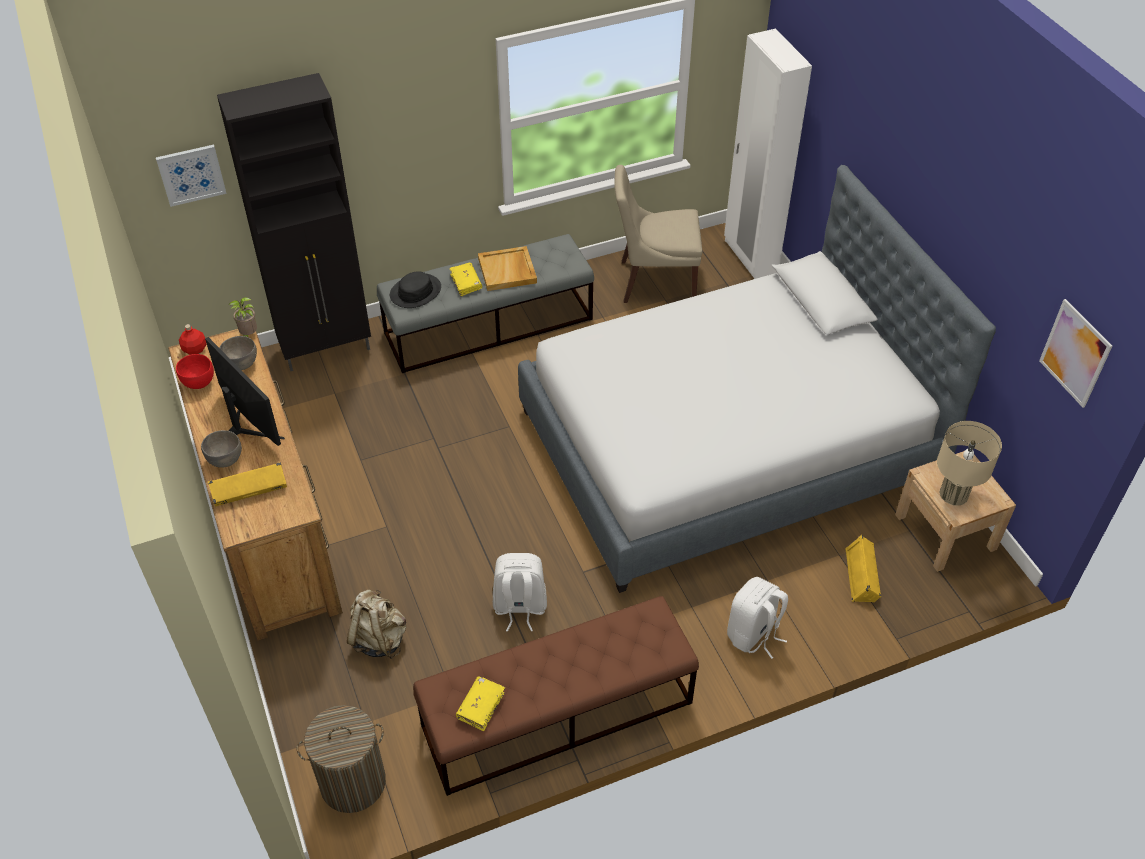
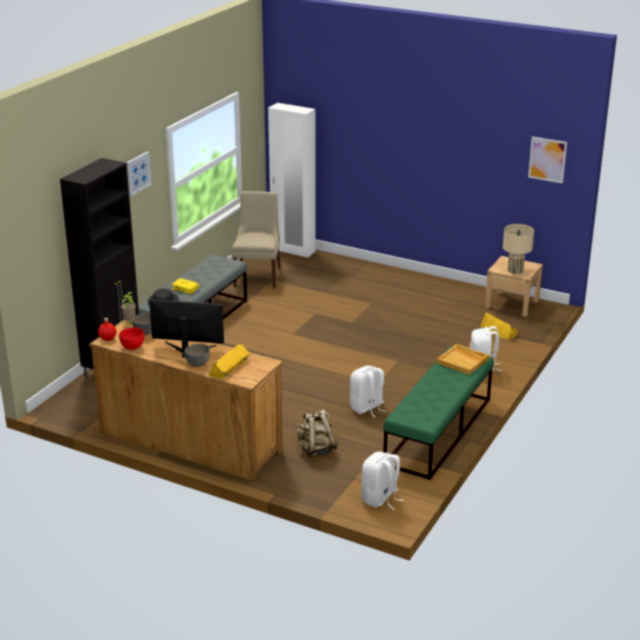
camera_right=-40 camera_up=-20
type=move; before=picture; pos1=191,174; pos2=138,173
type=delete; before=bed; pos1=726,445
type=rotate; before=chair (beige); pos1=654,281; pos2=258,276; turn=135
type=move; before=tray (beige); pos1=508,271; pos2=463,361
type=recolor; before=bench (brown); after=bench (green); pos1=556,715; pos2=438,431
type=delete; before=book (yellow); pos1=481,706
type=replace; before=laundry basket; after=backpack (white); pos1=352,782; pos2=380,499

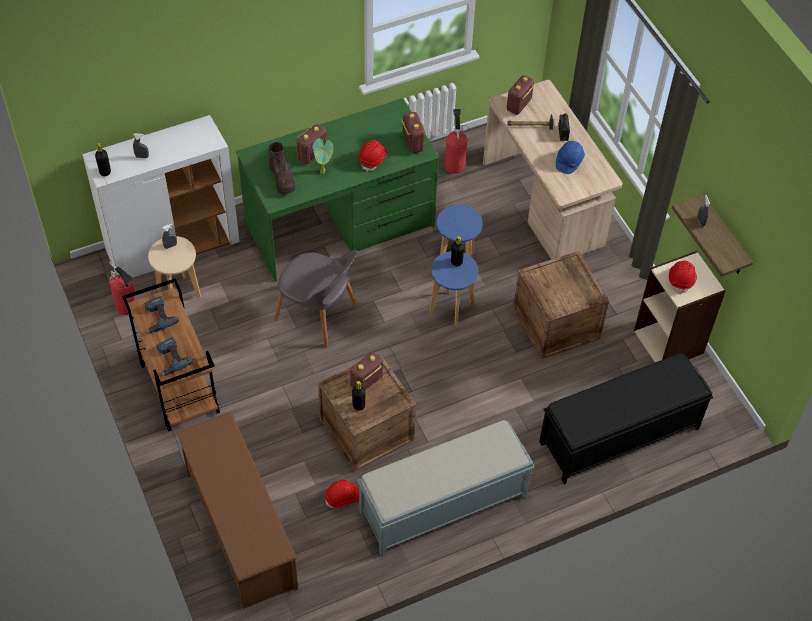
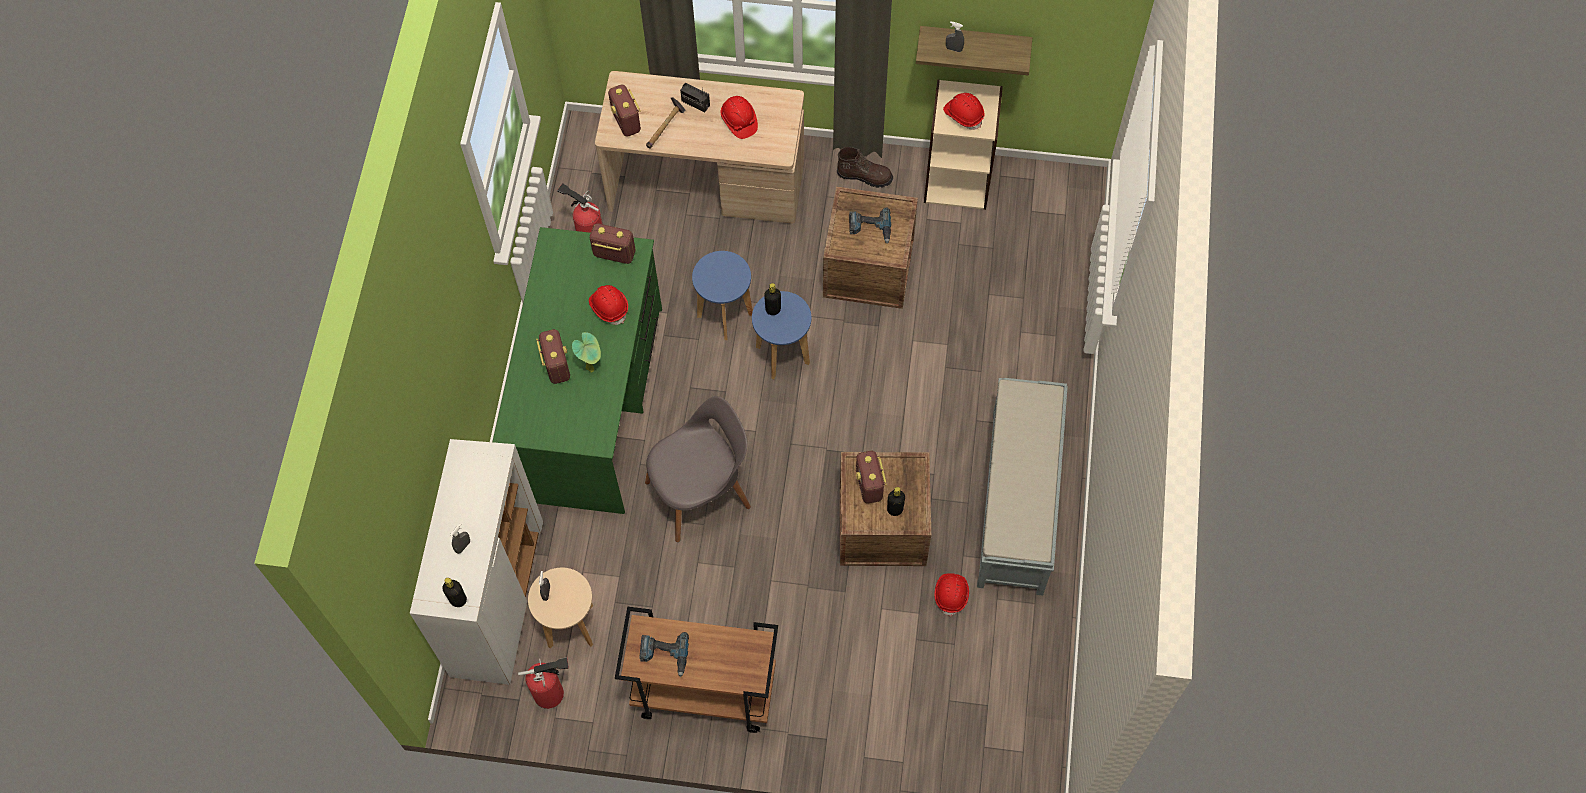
camera_right=-55 camera_up=10
type=recolor; before=hard hat (blue); after=hard hat (red); pos1=569,161; pos2=739,121
type=move; before=boot (brown); pos1=282,179; pos2=864,176
type=move; before=power drill; pos1=170,359; pos2=870,228
type=delete; before=bench (black); pos1=618,436
type=delete; before=shoe rack (brown); pos1=240,529

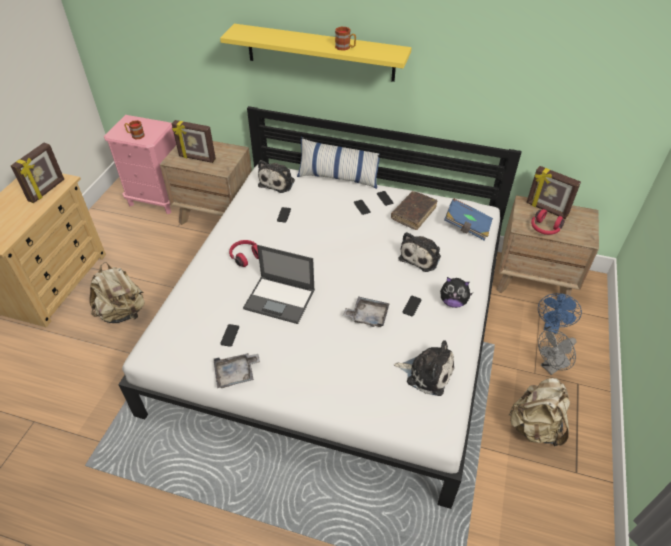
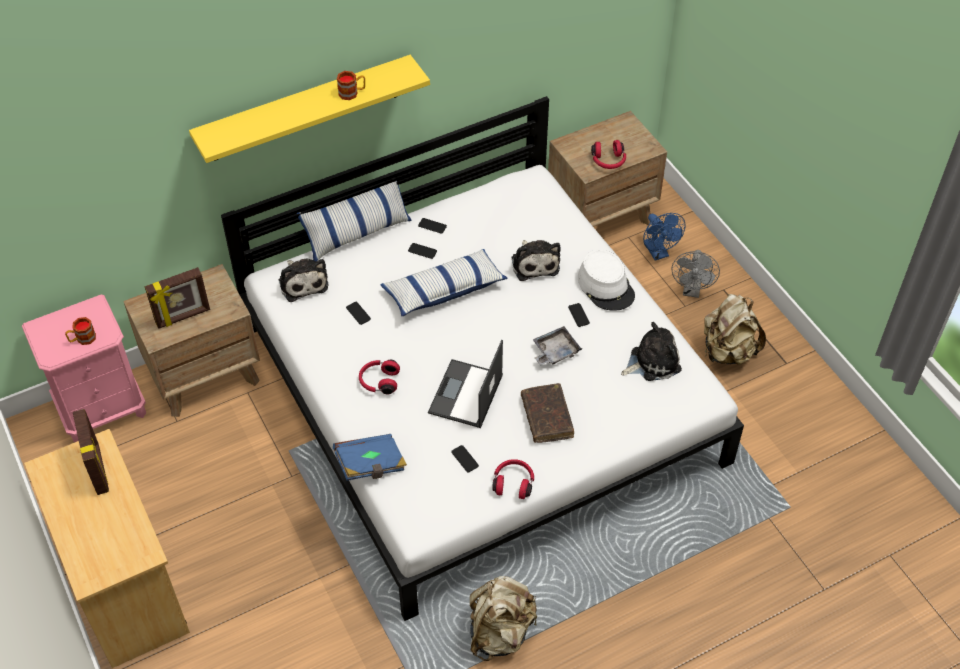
camera_right=-45 camera_up=5
type=delete; before=picture frame; pos1=546,209
type=move; before=book (brown); pos1=413,214; pos2=547,417
type=move; before=book (blue); pos1=467,227; pos2=371,465
type=rotate; before=laptop; pos1=280,299; pos2=465,395; turn=135
type=move; before=backpack (beige); pos1=123,313; pos2=500,632
type=replace; before=plush toy; after=hat (white); pos1=453,302; pos2=606,286
type=replace; before=tray (grey); after=headphones (red); pos1=236,374; pos2=513,483
type=insert; after=pillow; pos2=444,290

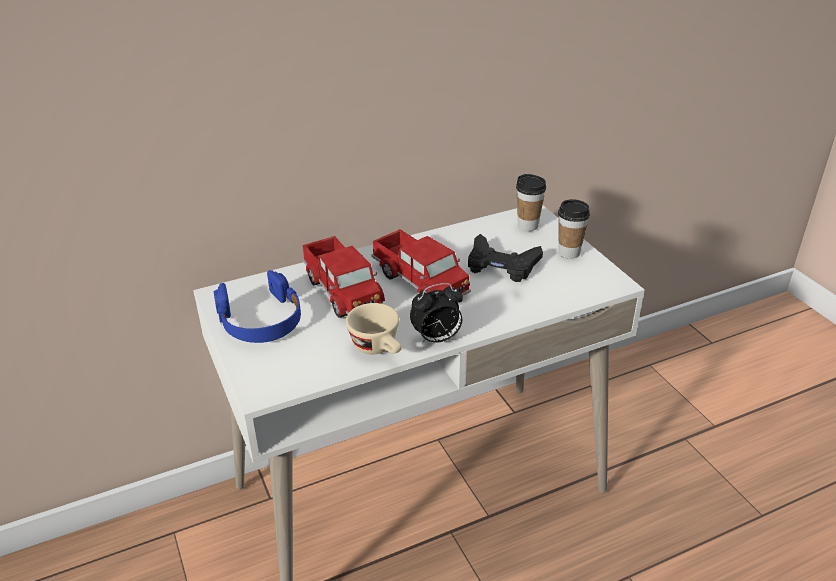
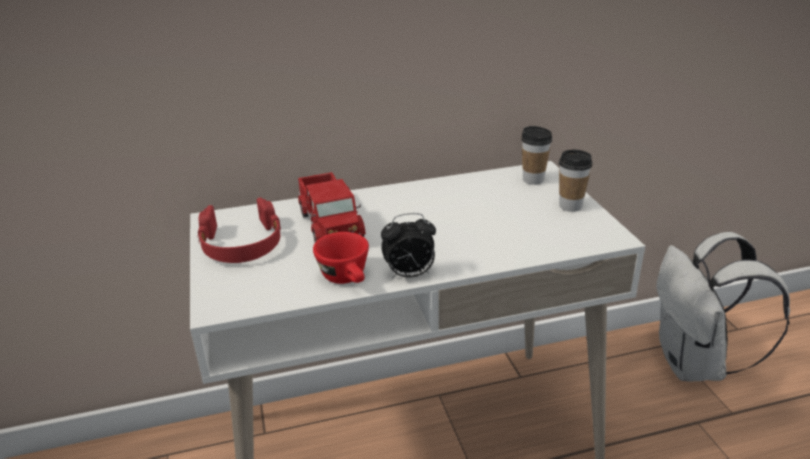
camera_right=10 camera_up=-5
type=delete; before=toy truck; pos1=420,281
type=delete; before=game controller (black); pos1=501,264
type=recolor; before=headphones (blue); after=headphones (red); pos1=261,320; pos2=241,243
type=recolor; before=cup (beige); after=cup (red); pos1=379,348; pos2=347,279
type=insert; after=backpack (white); pos2=694,365

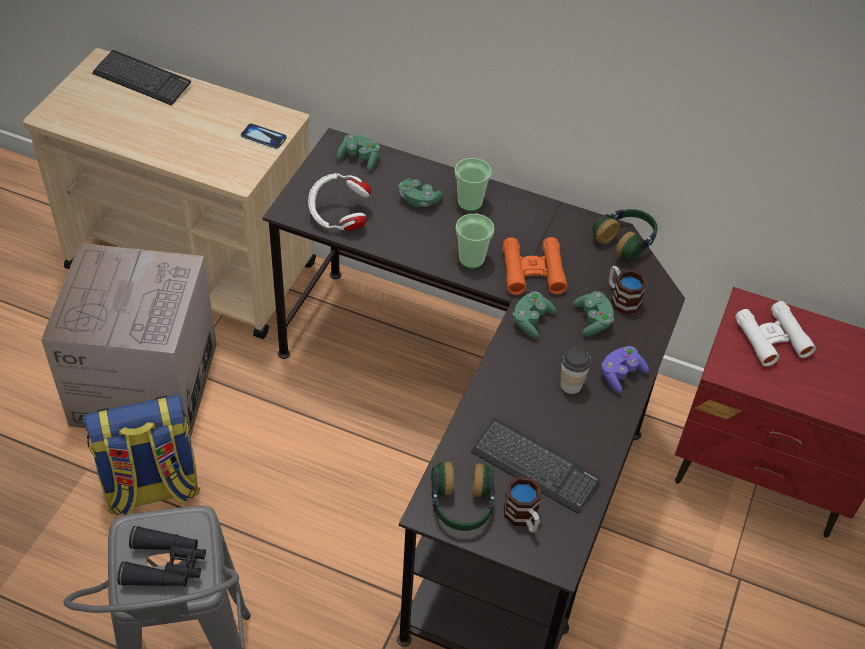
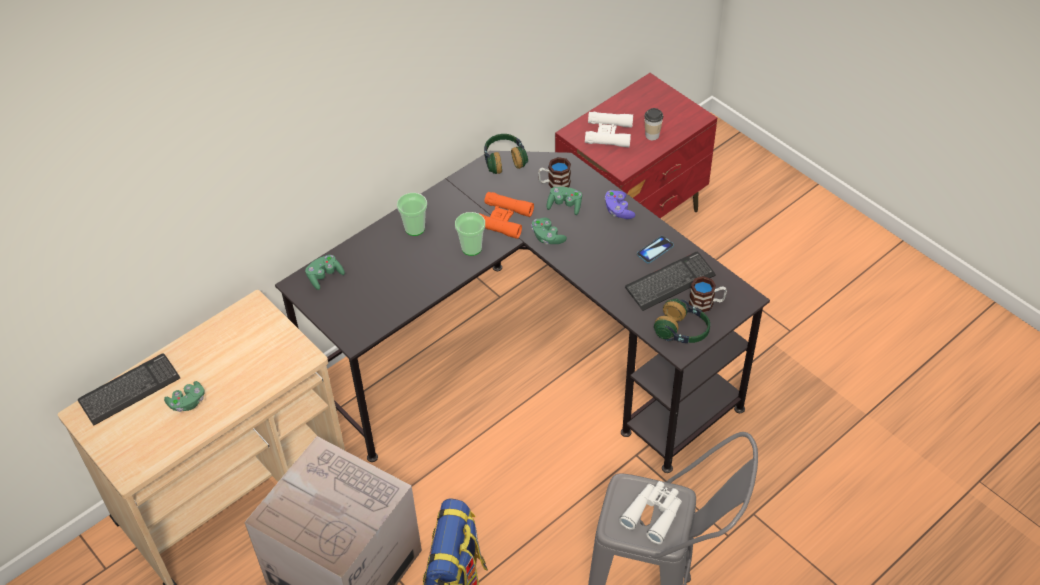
camera_right=-60 camera_up=0
type=move; before=phone; pos1=263,137; pos2=655,250
type=delete; before=headphones (white); pos1=339,217
type=move; before=game controller (green); pos1=418,200; pos2=187,402
type=move; before=cup; pos1=571,385; pos2=652,135
type=recolor; before=binoculars (black); after=binoculars (white); pos1=166,565; pos2=653,513

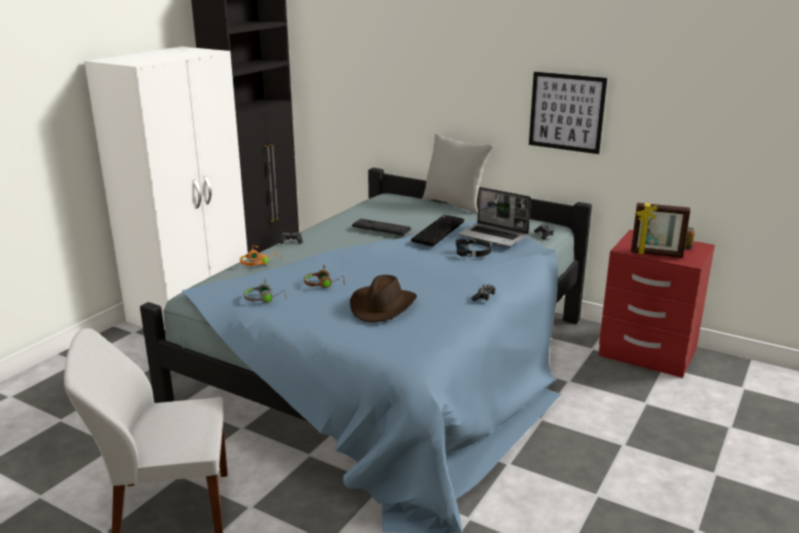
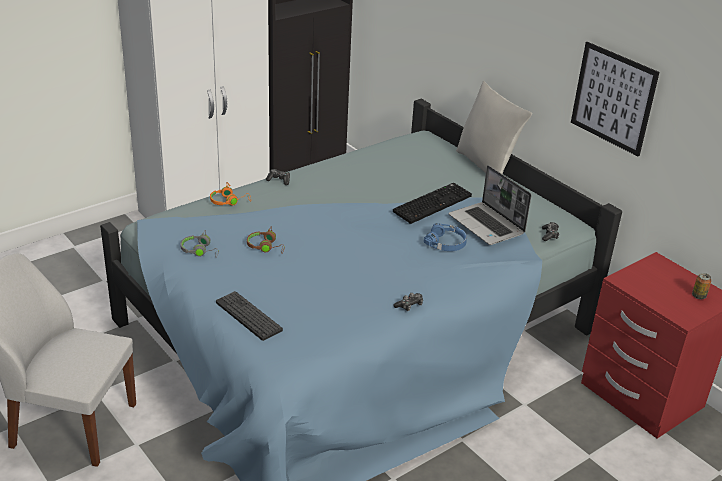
camera_right=20 camera_up=10
type=delete; before=picture frame; pos1=656,254
type=move; before=keyboard; pos1=381,228; pos2=248,316
type=recolor; before=headphones (black); after=headphones (blue); pos1=473,253; pos2=446,243
type=delete; before=hat (brown); pos1=383,306

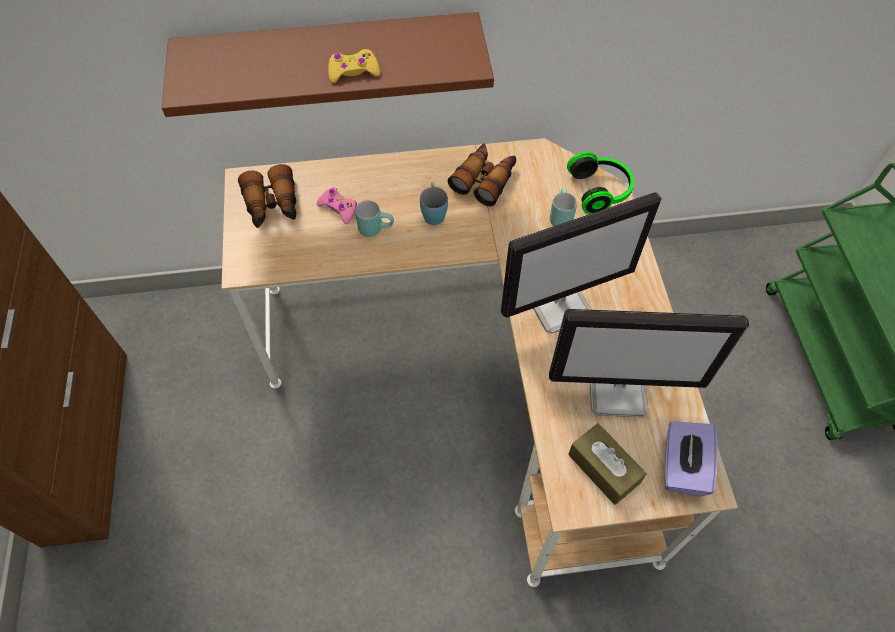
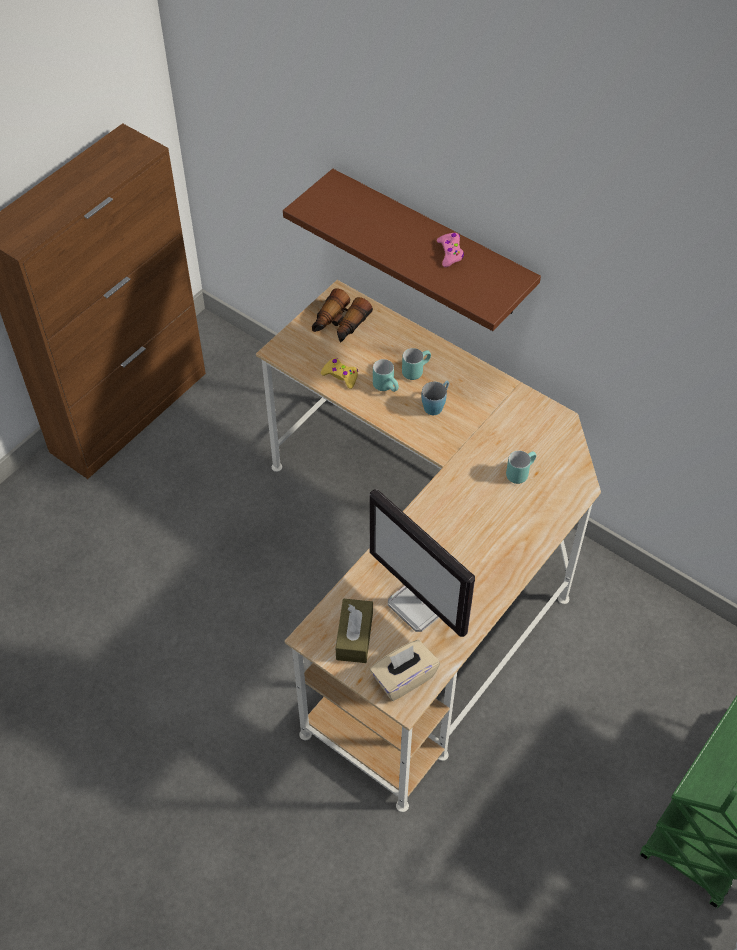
camera_right=45 camera_up=-5
type=move; before=game controller (yellow); pos1=353,71; pos2=340,376
type=delete; before=binoculars; pos1=485,179
type=delete; before=headphones; pos1=600,191
type=move; before=game controller (pink); pos1=338,208; pos2=450,253
type=delete; before=monitor; pos1=560,305
type=recolor; before=tissue box (purple); after=tissue box (beige); pos1=682,467; pos2=403,678
type=insert; after=mug (turquoise); pos2=415,370

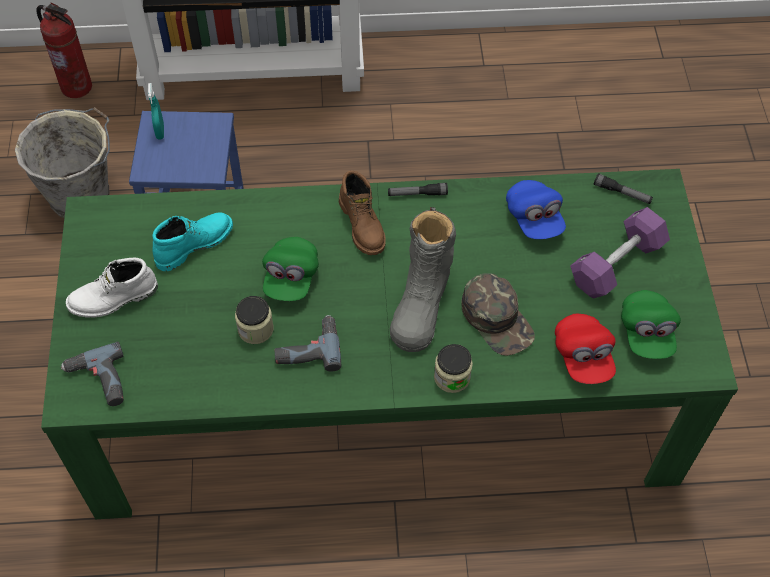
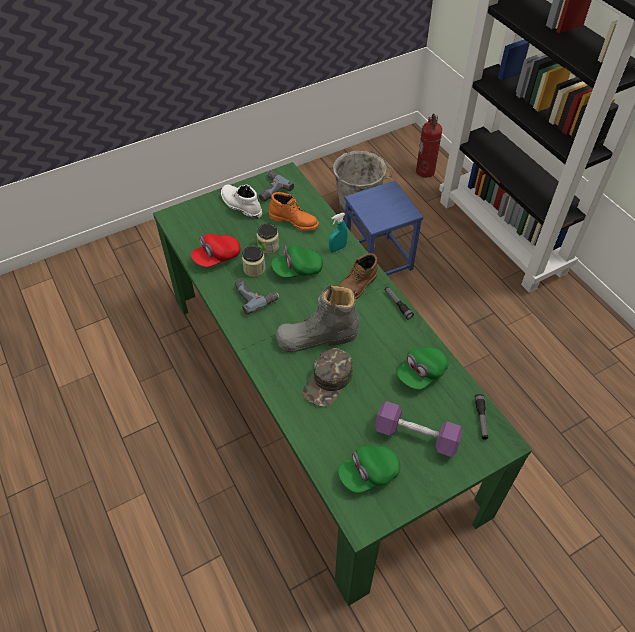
camera_right=65 camera_up=-5
type=move; before=spray bottle (turquoise); pos1=160,131; pos2=337,248
type=recolor; before=cap (blue); after=cap (green); pos1=534,219; pos2=421,373
type=recolor; before=boot (turquoise); after=boot (orange); pos1=194,244; pos2=294,221
type=move; before=cap (red); pos1=583,357; pos2=217,257
type=move; before=power drill; pos1=98,382; pos2=270,189
type=move; before=jar; pos1=452,377; pos2=268,246

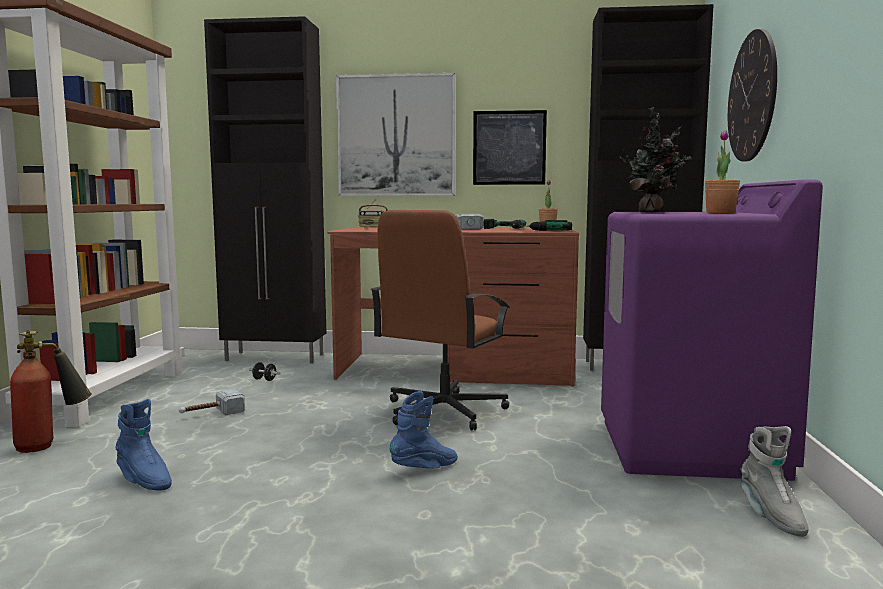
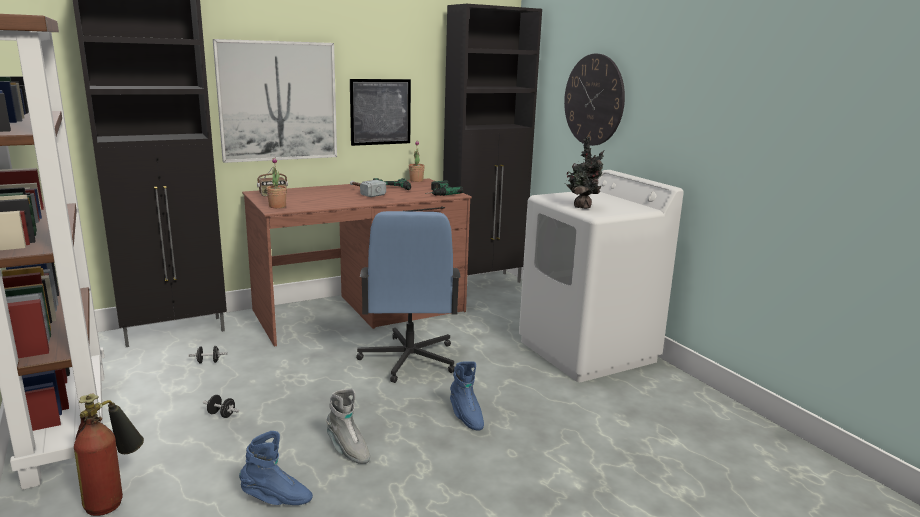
camera_right=-35 camera_up=10
type=move; before=potted plant; pos1=720,213; pos2=277,206
type=recolor; before=washing machine (purple); after=washing machine (white); pos1=689,448; pos2=587,351
type=recolor; before=office chair (brown); after=office chair (blue); pos1=442,411; pos2=408,360
type=replace; before=hammer; after=dumbbell (black); pos1=211,414; pos2=221,414
type=rotate; before=boot (blue); pos1=425,469; pos2=466,417; turn=135
type=move; before=boot (grey); pos1=770,516; pos2=347,450

